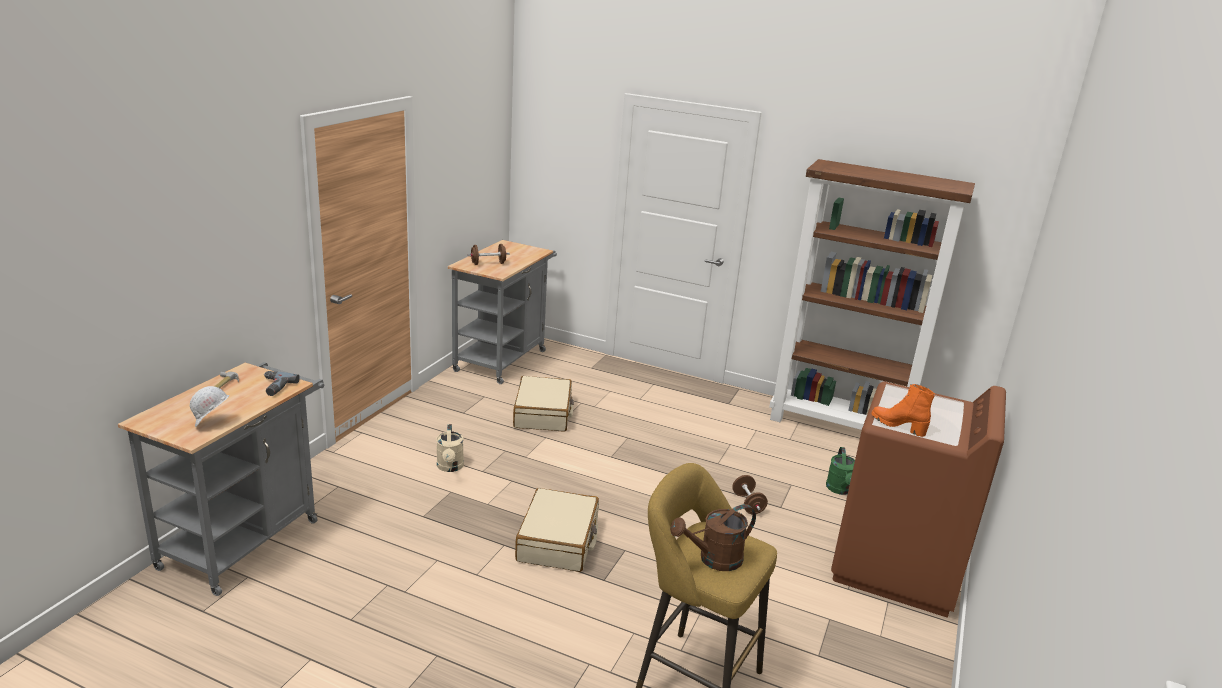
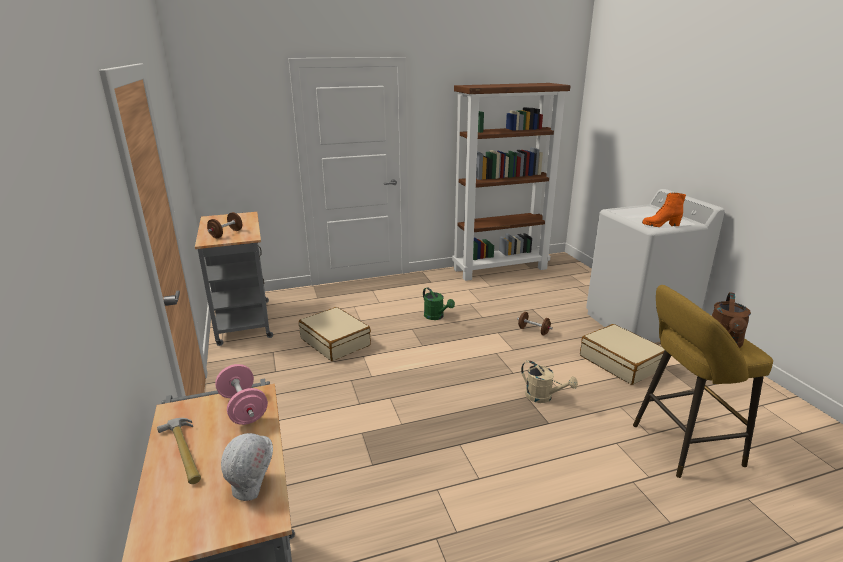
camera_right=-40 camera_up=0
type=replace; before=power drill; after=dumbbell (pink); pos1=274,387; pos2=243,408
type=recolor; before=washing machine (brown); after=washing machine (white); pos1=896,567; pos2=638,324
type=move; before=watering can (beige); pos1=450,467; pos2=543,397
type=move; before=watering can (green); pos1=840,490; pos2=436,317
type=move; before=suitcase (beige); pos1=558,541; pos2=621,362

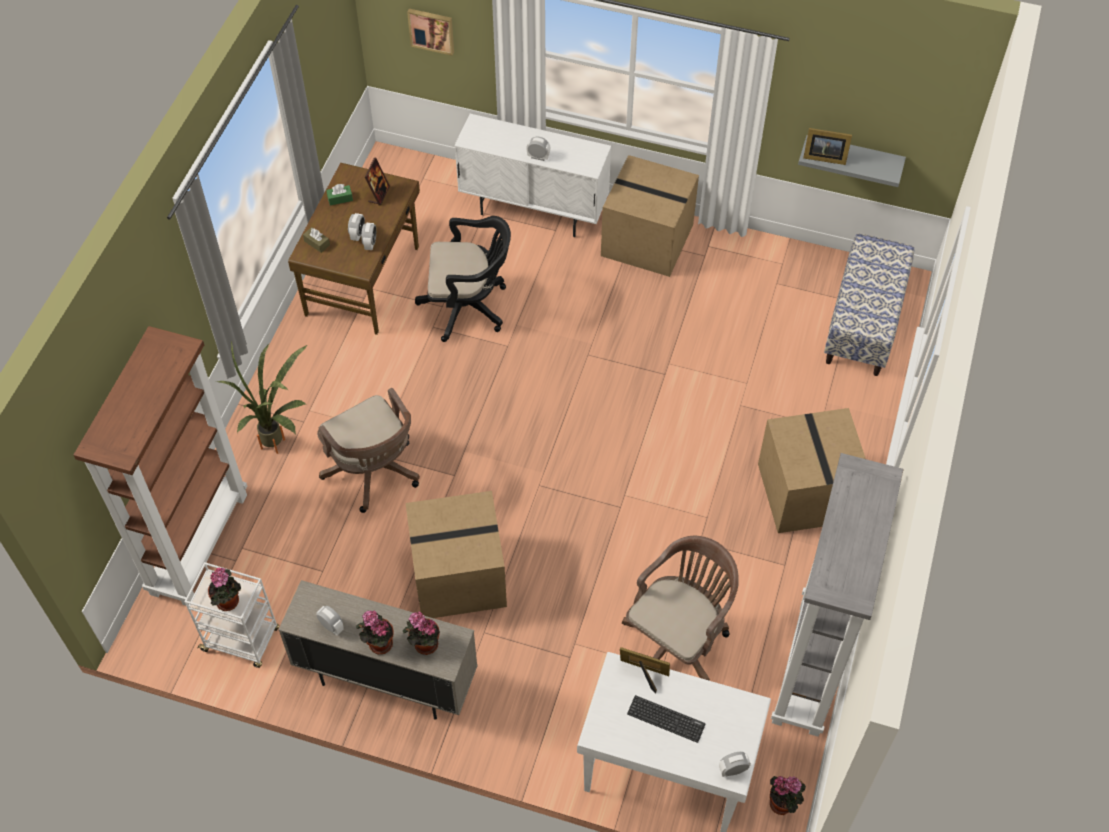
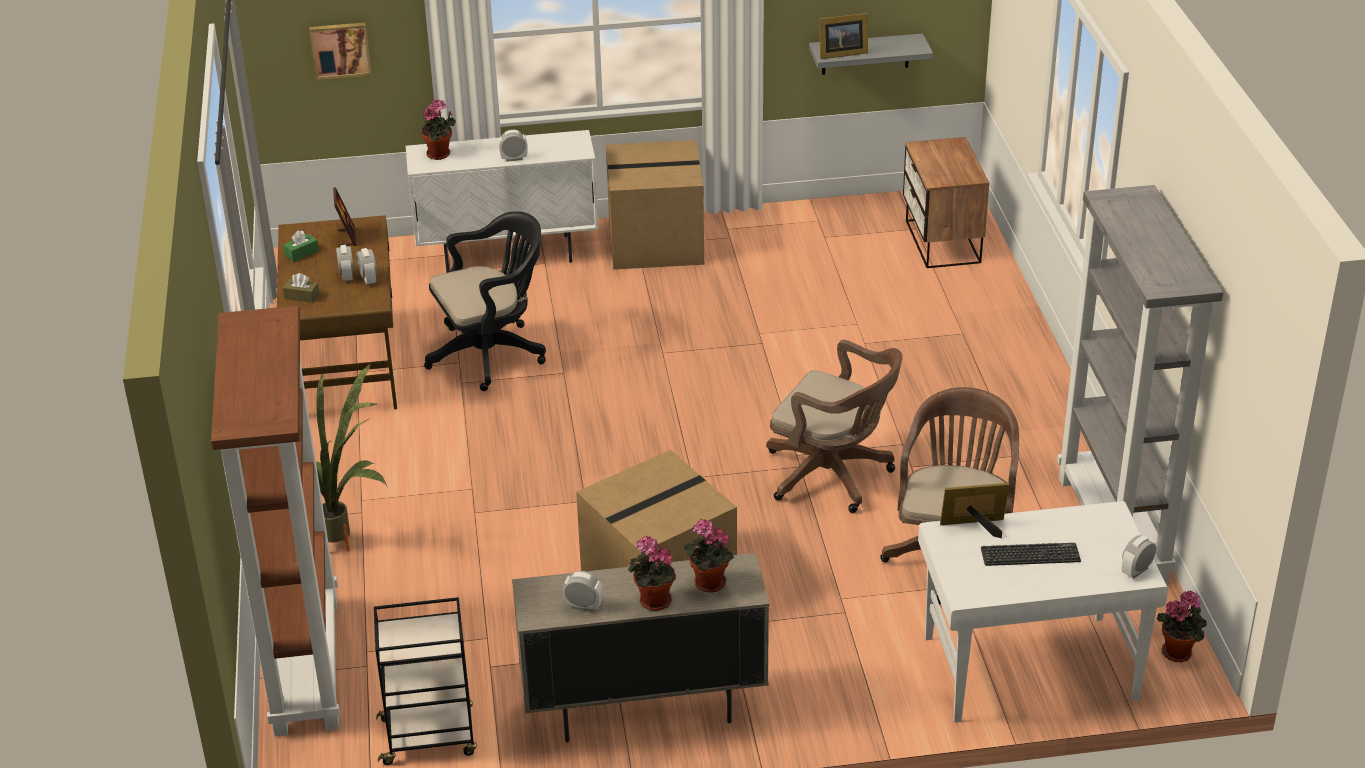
camera_right=-25 camera_up=-20
type=replace; before=bench; after=nightstand; pos1=863,324; pos2=941,242
type=move; before=office chair (brown); pos1=374,473; pos2=833,476
type=delete; before=cardboard box; pos1=805,491
type=recolor; before=cart (white); after=cart (black); pos1=242,640; pos2=430,736
type=move; before=potted plant; pos1=229,602; pos2=440,154

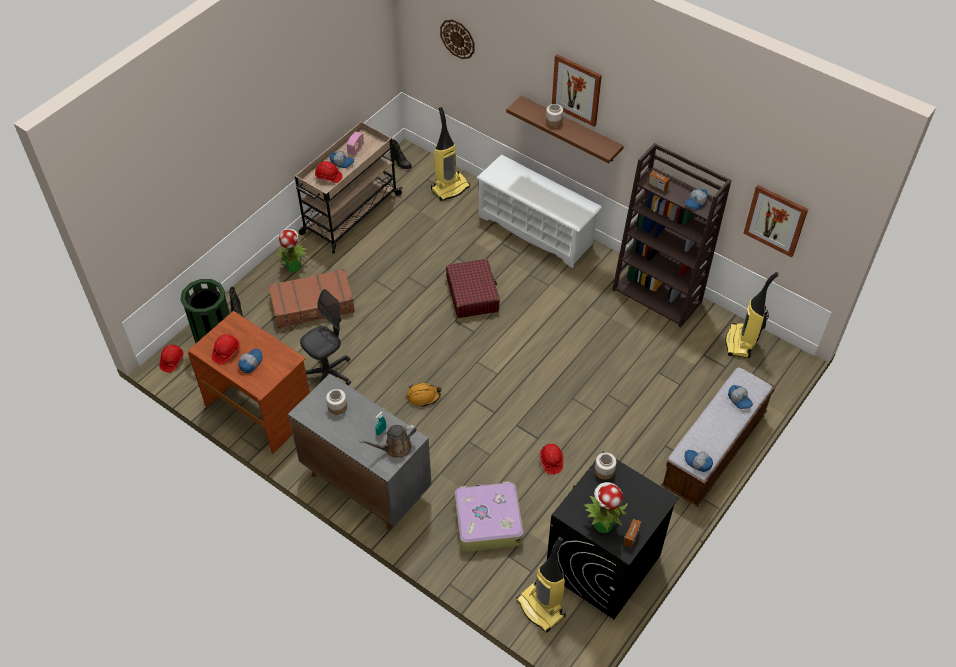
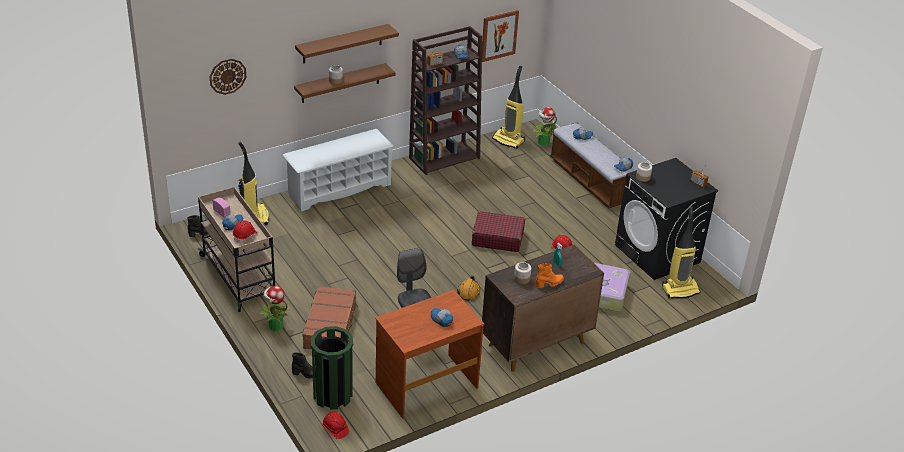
camera_right=-70 camera_up=-15
type=replace; before=picture; after=shelf (brown); pos1=576,90; pos2=342,44
type=move; before=suitcase (red); pos1=472,294; pos2=497,238
type=delete; before=hard hat (red); pos1=226,352
type=recolor; before=cabinet (grey); after=cabinet (brown); pos1=365,484; pos2=536,344
type=delete; before=watering can (brown); pos1=395,448
type=move; before=potted plant; pos1=602,523; pos2=543,143
type=insert; after=boot (orange); pos2=549,283

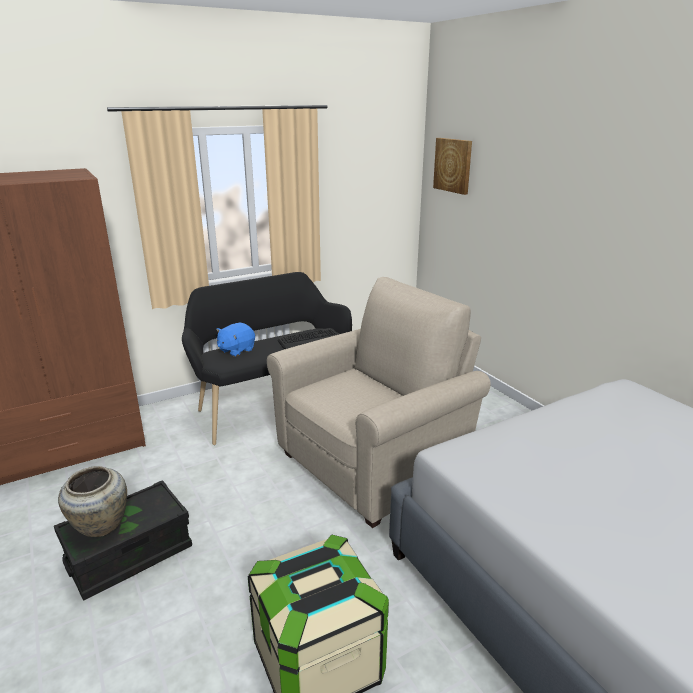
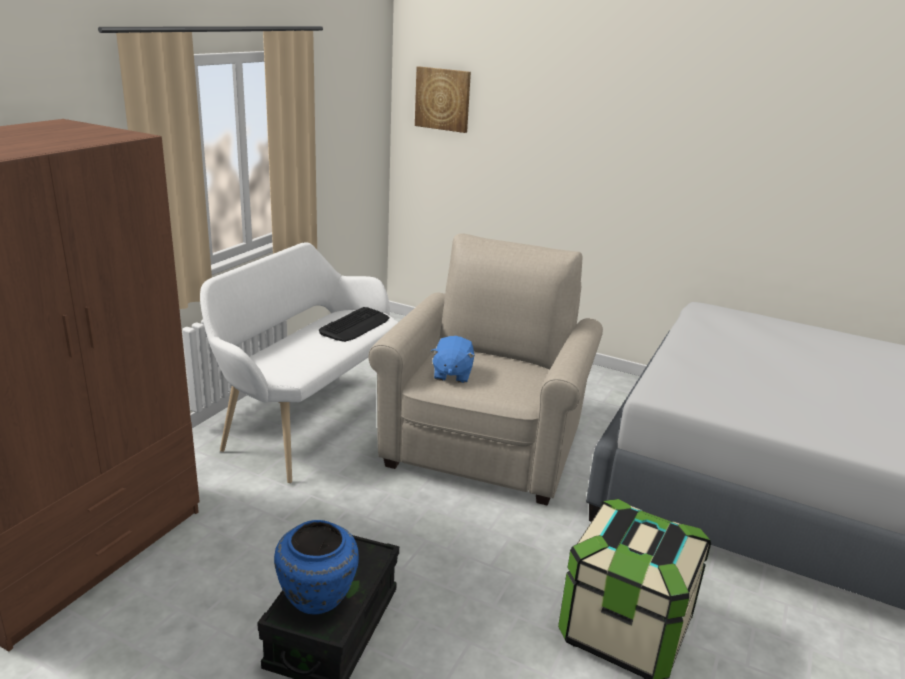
camera_right=-35 camera_up=0
type=recolor; before=bench (black); after=bench (white); pos1=273,405; pos2=309,419
type=move; before=plush toy (blue); pos1=236,350; pos2=452,374
type=recolor; before=vase (beige); after=vase (blue); pos1=100,526; pos2=317,599

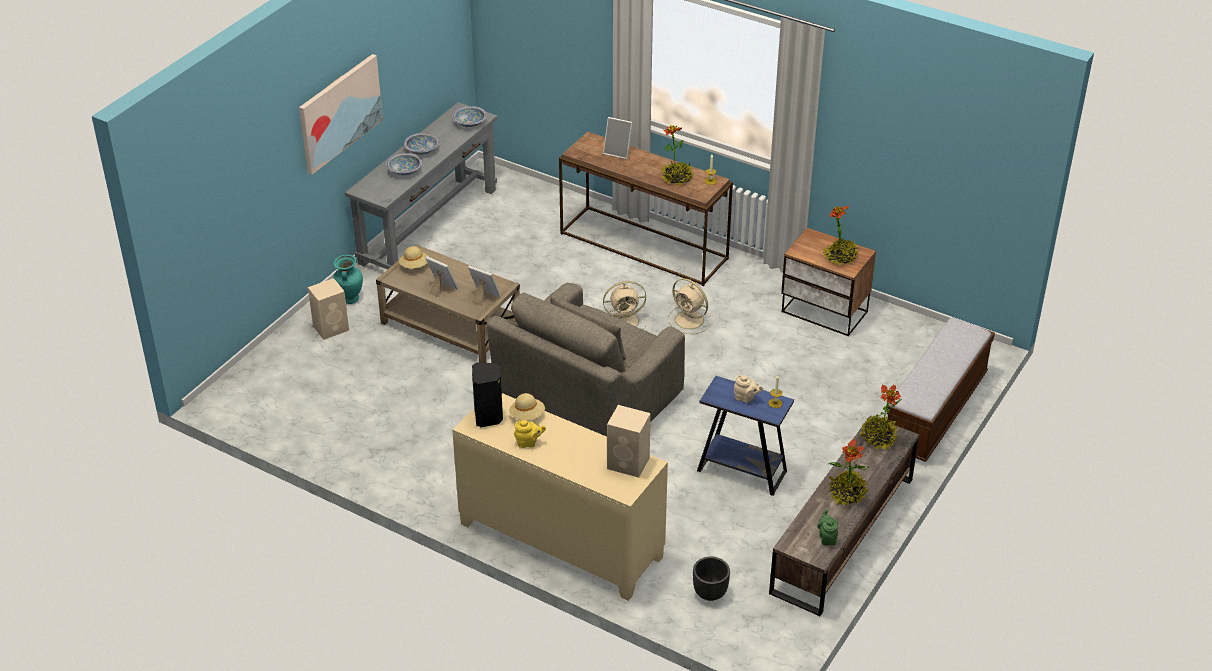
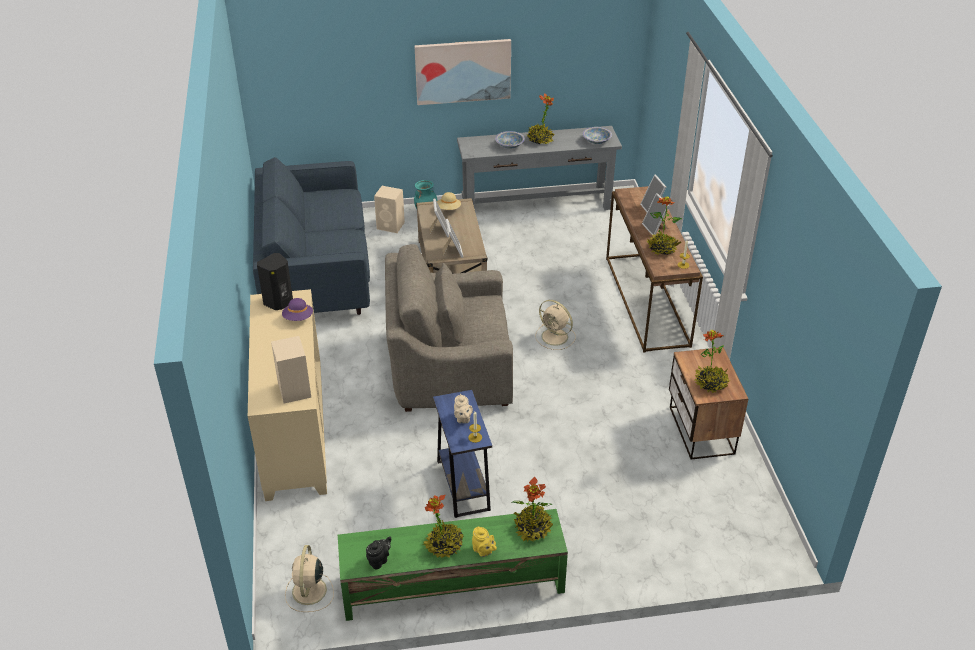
camera_right=50 camera_up=0
type=replace; before=bowl; after=potted plant; pos1=422,150; pos2=540,140
type=move; before=fan (beige); pos1=690,320; pos2=309,592
type=delete; before=bench; pos1=935,411
type=recolor; before=hat (beige); after=hat (purple); pos1=527,415; pos2=298,318
type=recolor; before=tv stand (brown); after=tv stand (green); pos1=842,535; pos2=451,584
type=move; before=teapot (yellow); pos1=528,443; pos2=483,551
type=recolor; before=teapot (green); after=teapot (black); pos1=827,538; pos2=379,560
type=delete; before=planter (black); pos1=710,592
type=insert; after=sofa (blue); pos2=316,272
type=insert; after=picture frame; pos2=655,228

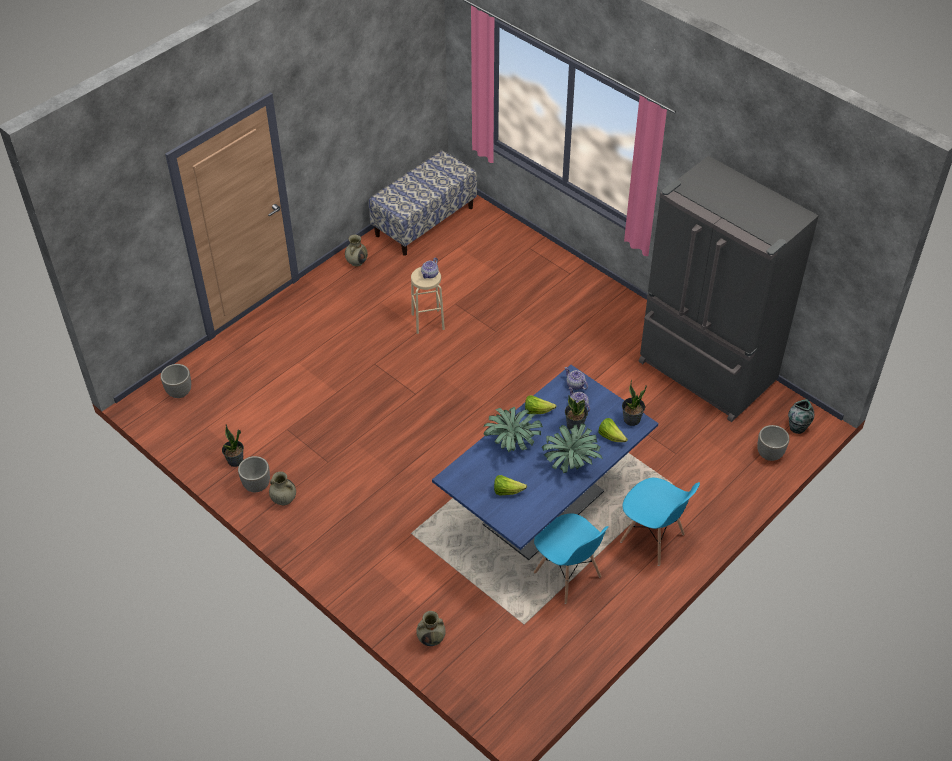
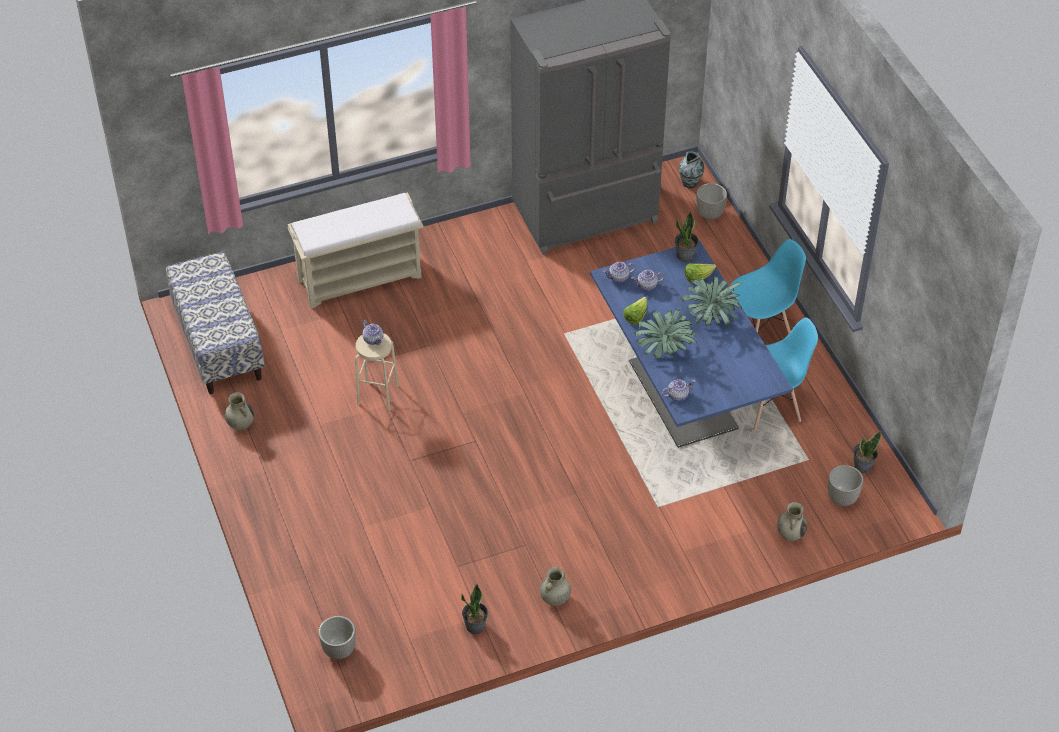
camera_right=-65 camera_up=0
type=move; before=potted plant; pos1=575,425; pos2=862,466
type=move; before=planter; pos1=257,486; pos2=842,498
type=delete; before=lettuce; pos1=507,491
type=insert; after=bench (beige); pos2=360,278
type=insert; after=teapot; pos2=678,395

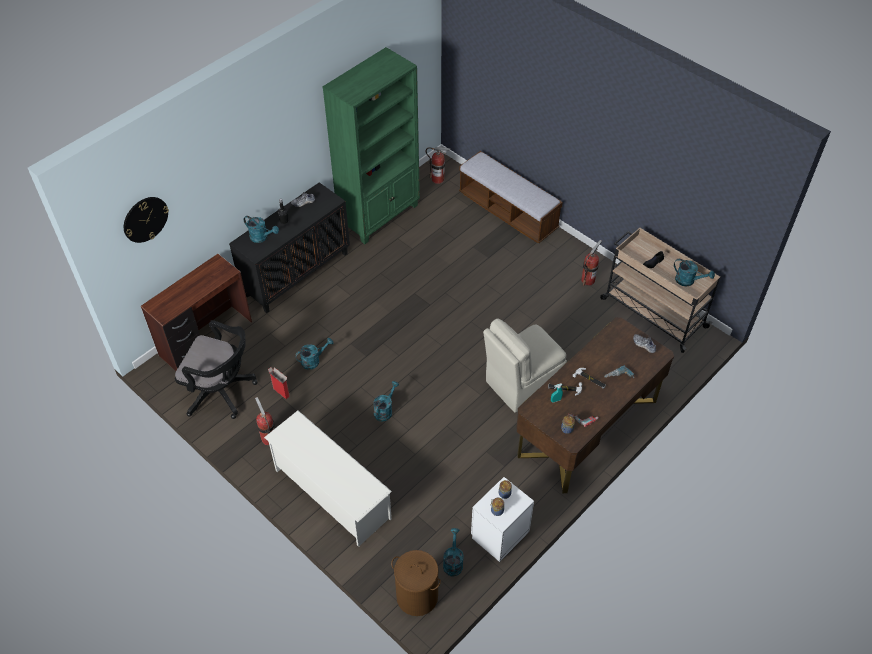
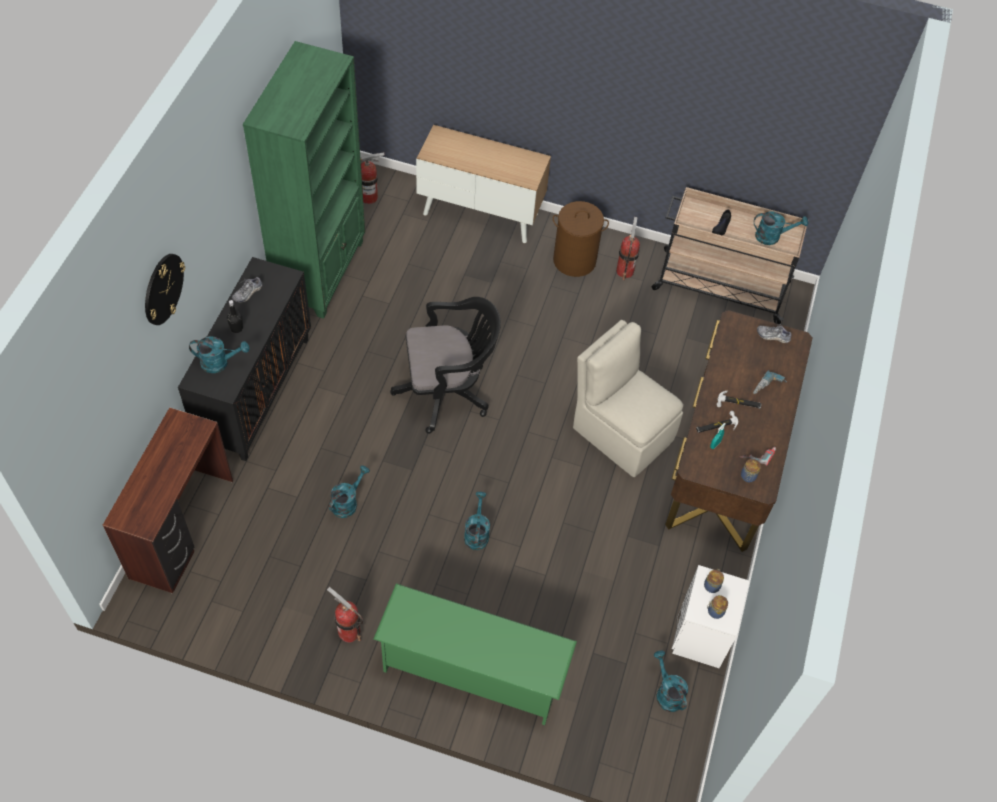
camera_right=-30 camera_up=5
type=replace; before=bench; after=cabinet; pos1=508,211; pos2=481,213
type=move; before=wall clock; pos1=145,219; pos2=163,289
type=rotate; before=chair (beige); pos1=522,383; pos2=621,432; turn=105
type=move; before=office chair (black); pos1=222,392; pos2=448,392
type=delete; before=cardboard box; pos1=281,392
type=recolor; before=shoe rack (white); after=shoe rack (green); pos1=331,493; pos2=472,671
type=move; before=laundry basket (brown); pos1=416,596; pos2=574,260

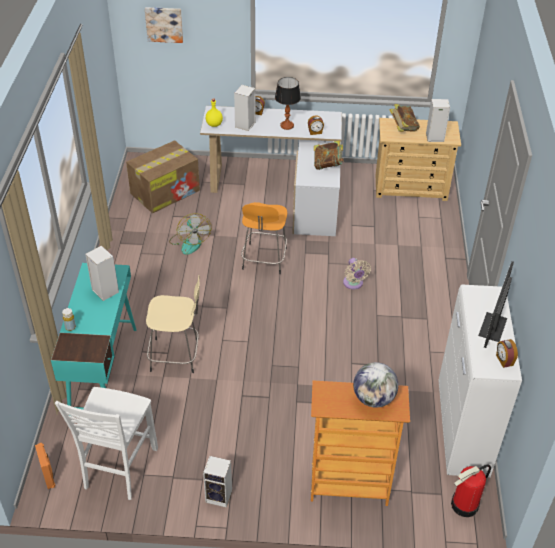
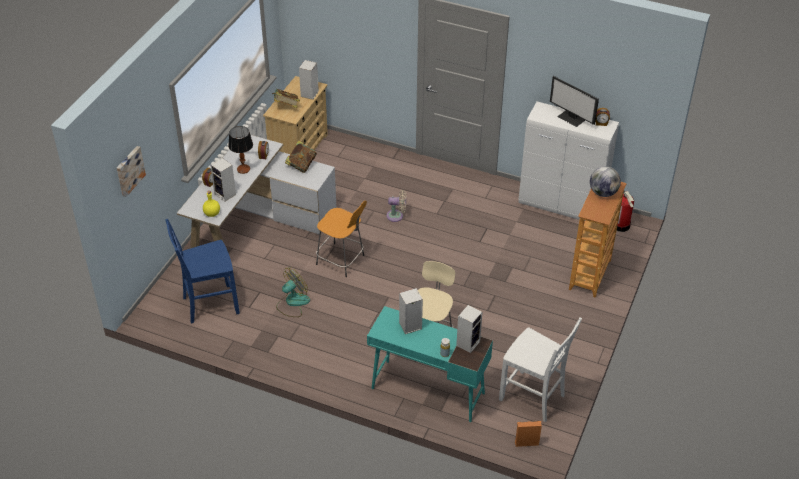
camera_right=-70 camera_up=0
type=replace; before=cardboard box; after=chair (blue); pos1=165,191; pos2=209,304
type=rotate; before=fan; pos1=189,242; pos2=292,303; turn=-45
type=move; before=speaker; pos1=220,496; pos2=468,343

